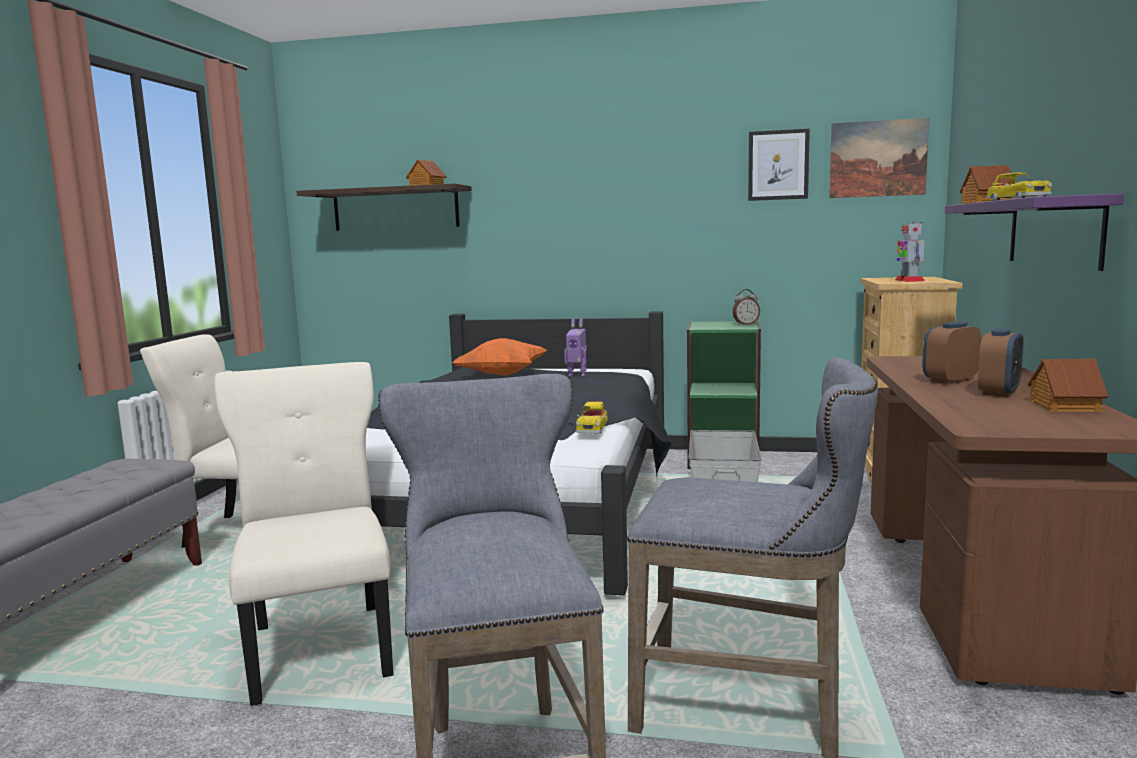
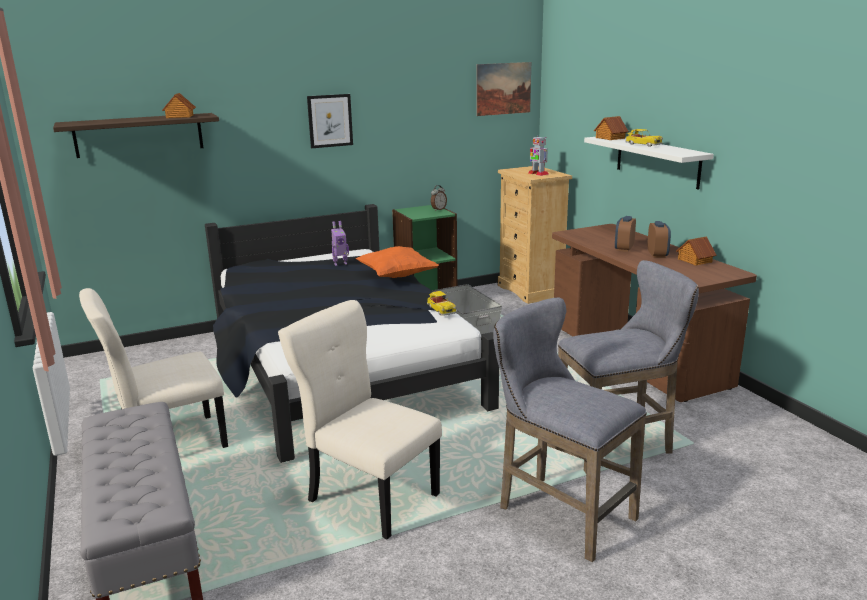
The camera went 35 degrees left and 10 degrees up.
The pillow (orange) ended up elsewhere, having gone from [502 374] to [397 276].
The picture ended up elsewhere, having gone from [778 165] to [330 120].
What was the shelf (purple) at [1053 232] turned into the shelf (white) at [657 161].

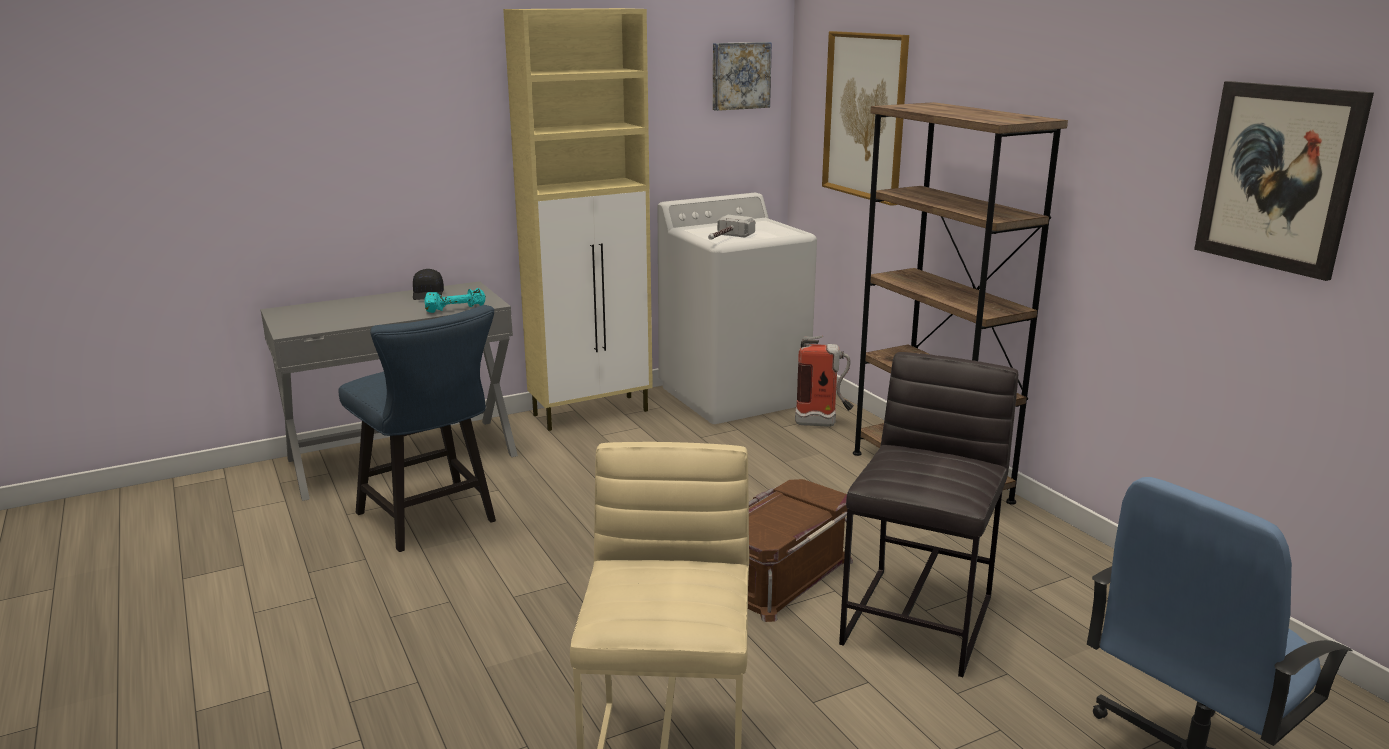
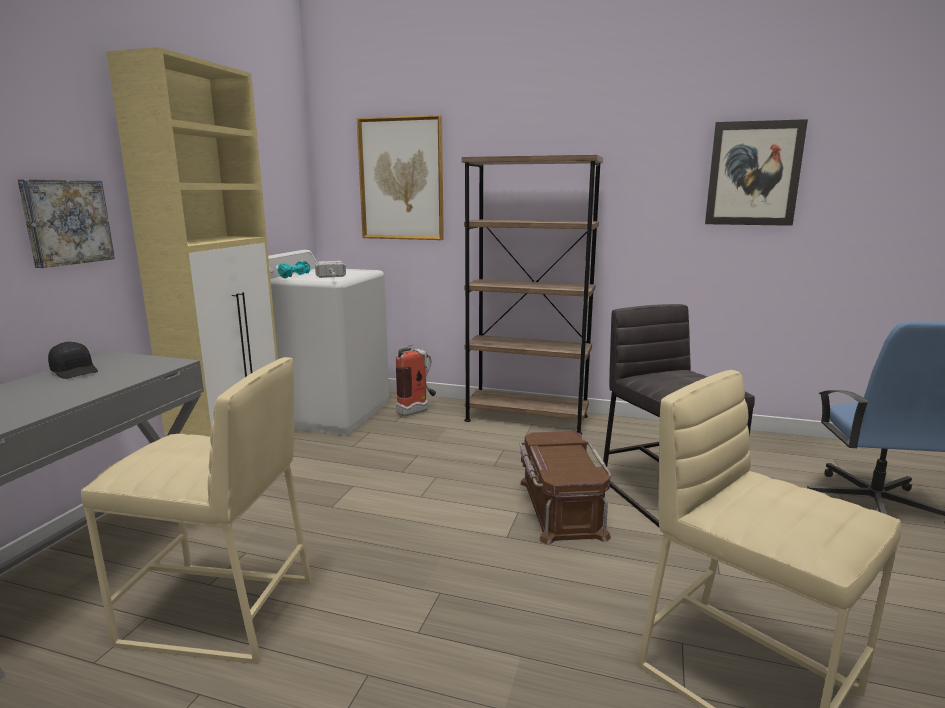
The camera went 45 degrees left and 5 degrees down.
The dumbbell (turquoise) ended up elsewhere, having gone from [455 309] to [294 276].
The picture ended up elsewhere, having gone from [740 75] to [66 222].
Where the chair (blue) stood at [432 520], the stool (beige) came to stand at [219 612].

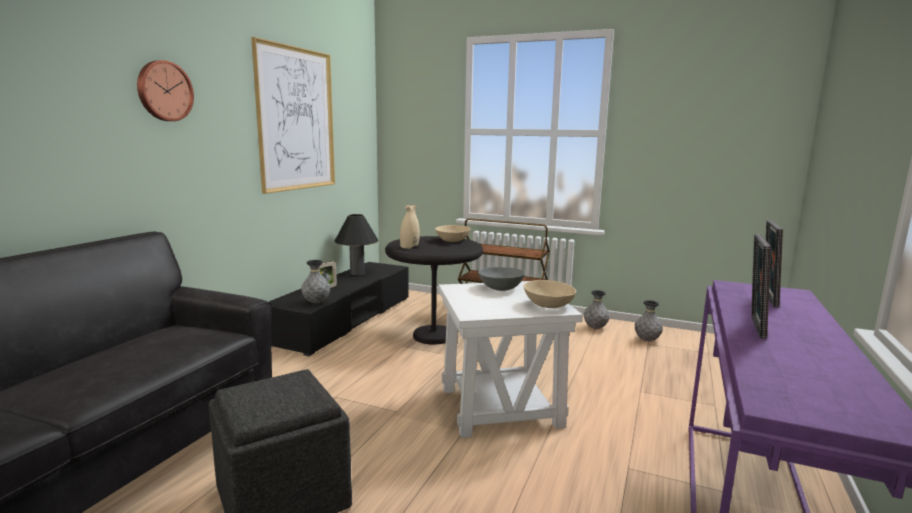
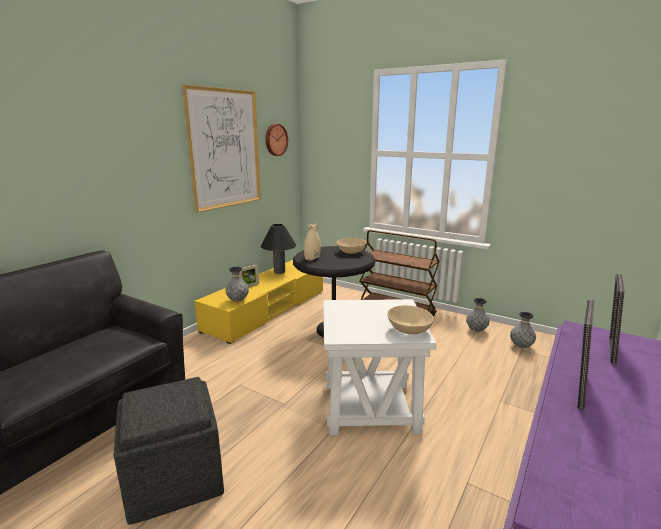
The camera went 10 degrees right and 5 degrees up.
The second view lost the bowl (grey) at [501 288].
The wall clock ended up elsewhere, having gone from [164 91] to [275 140].
What was the tv stand (black) at [345 320] turned into the tv stand (yellow) at [267 310].

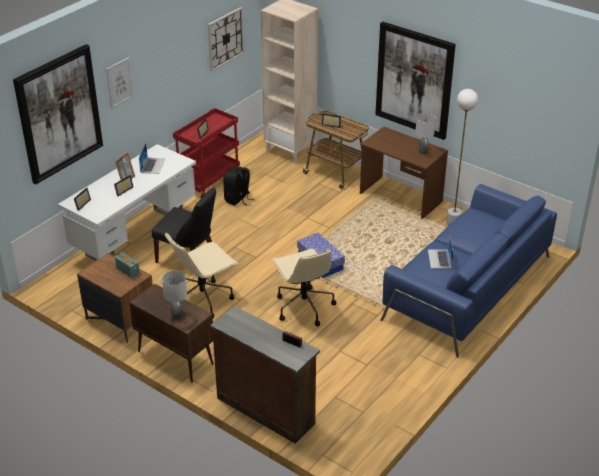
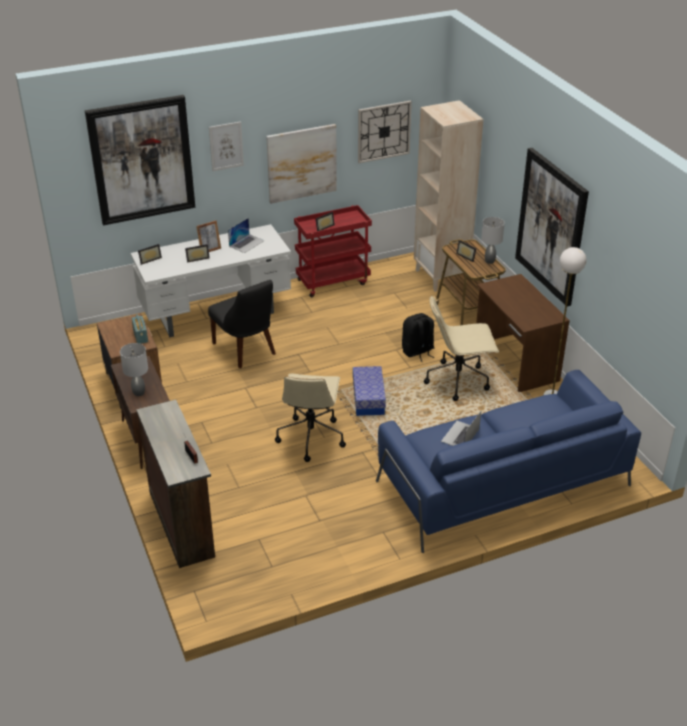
The camera went 30 degrees right and 0 degrees up.
The second view gained the picture at [301 163].
The office chair (beige) ended up elsewhere, having gone from [203 299] to [458 380].
The backpack (black) ended up elsewhere, having gone from [237 199] to [418 352].
The table lamp (grey) ended up elsewhere, having gone from [422 152] to [489 261].

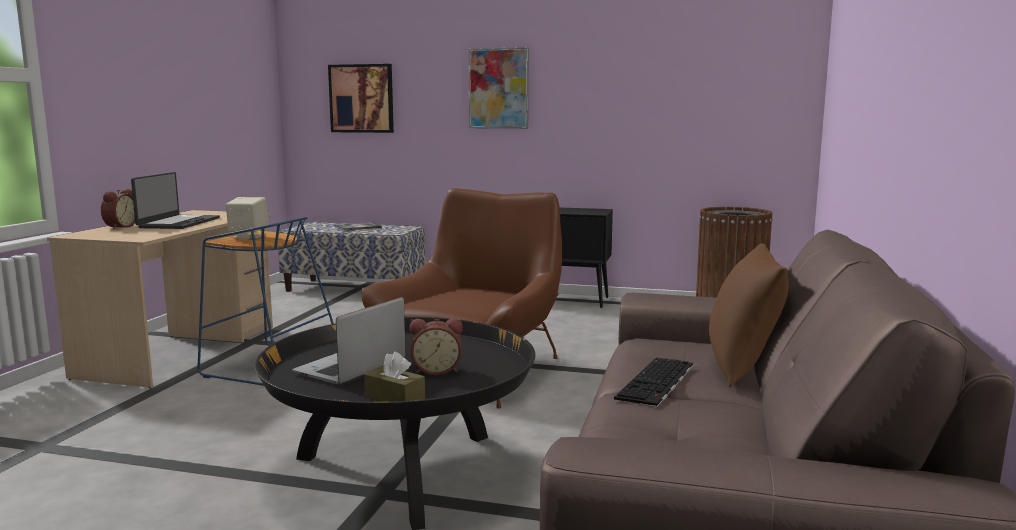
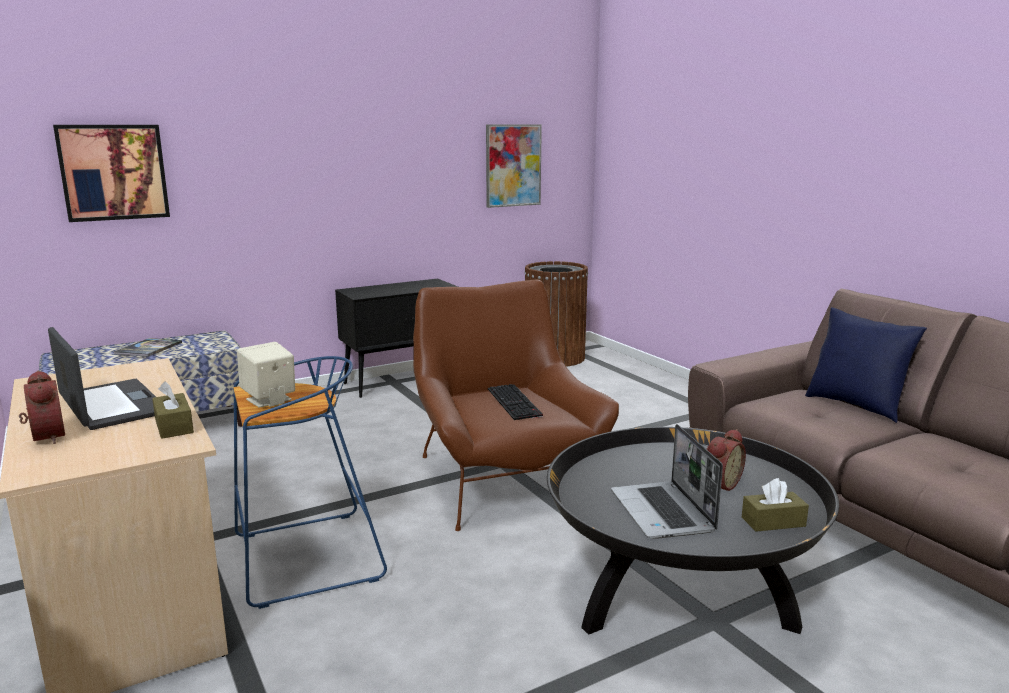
The camera went 45 degrees left and 5 degrees up.
The second view gained the tissue box (brown) at [174 426].
The picture ended up elsewhere, having gone from [498 88] to [513 165].
The keyboard ended up elsewhere, having gone from [657 382] to [515 402].
What was the pillow (brown) at [742 368] turned into the pillow (blue) at [856 406].

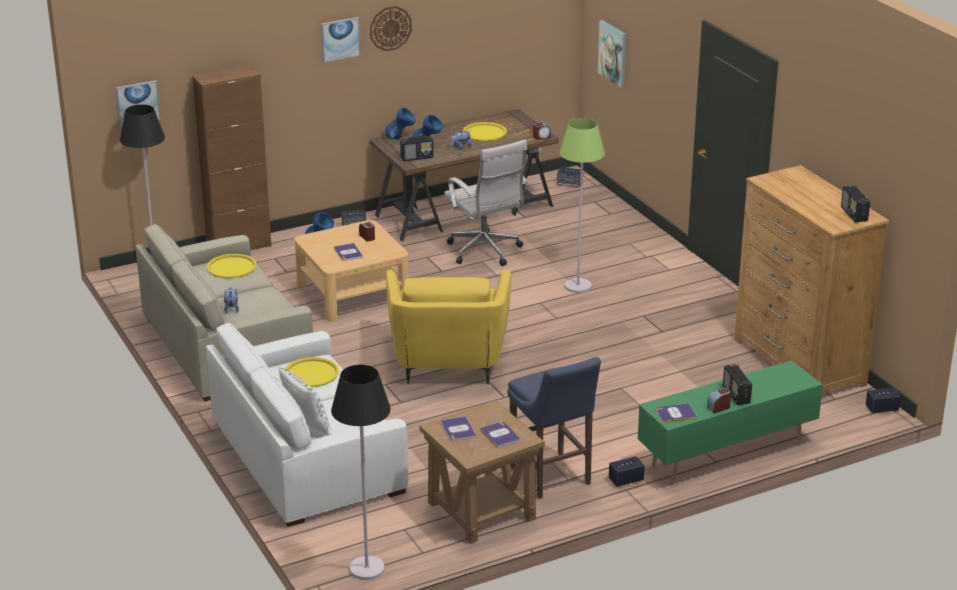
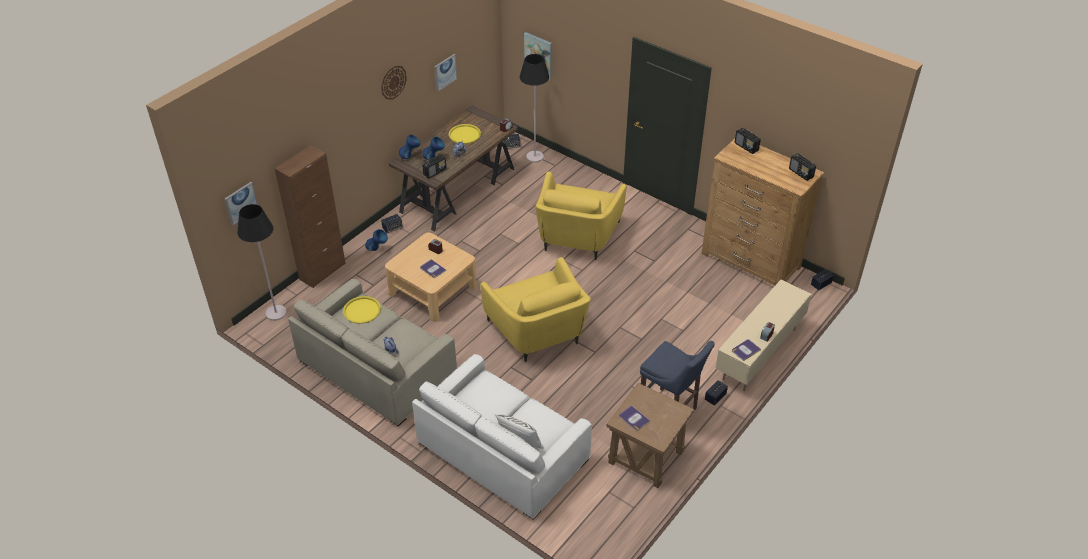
The camera went 25 degrees left and 15 degrees up.
The second view lost the tray (yellow) at [311 373].
The second view lost the office chair (white) at [485 252].
The second view lost the book at [500 435].
The picture ended up elsewhere, having gone from [340 39] to [445 72].
The floor lamp (black) ended up elsewhere, having gone from [367 569] to [535 157].
The radio ended up elsewhere, having gone from [736 395] to [746 147].
Where the floor lamp (green) stood at [577 286], the armchair (yellow) came to stand at [576 237].
What was the tv stand (green) at [726 454] turned into the tv stand (beige) at [758 354].

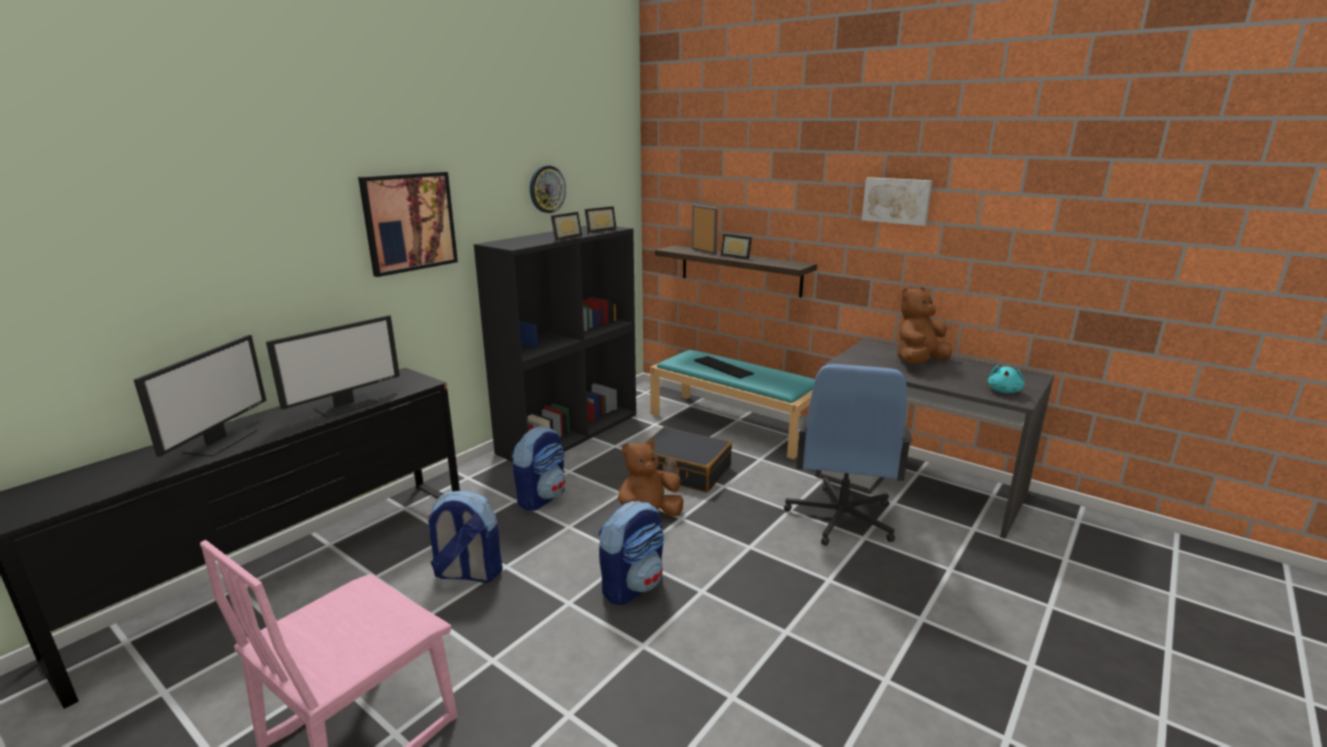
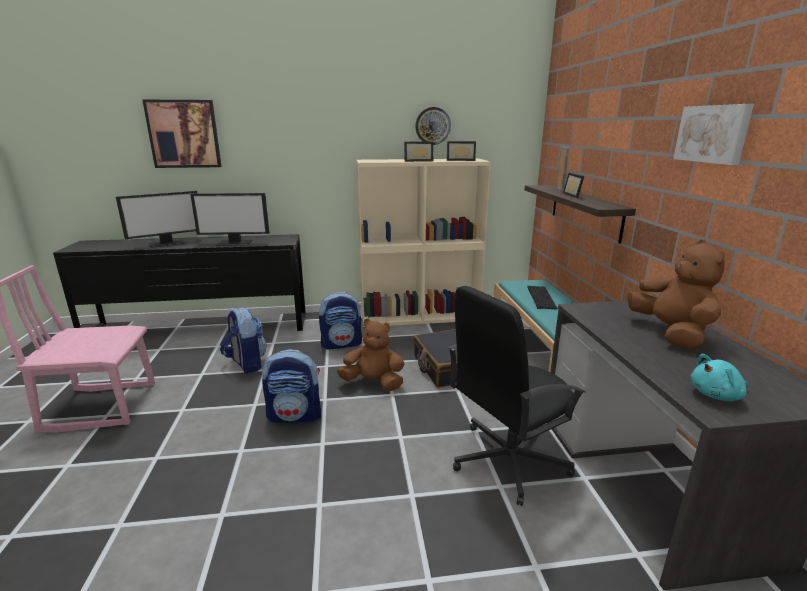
The camera went 45 degrees right and 0 degrees up.
The picture ended up elsewhere, having gone from [409 222] to [184 134].
What was the bookcase (black) at [569 432] turned into the bookcase (beige) at [420 315].
What was the office chair (blue) at [840 518] turned into the office chair (black) at [507 460].
The plush toy (brown) at [919 362] ended up facing another way, 75 degrees clockwise from before.

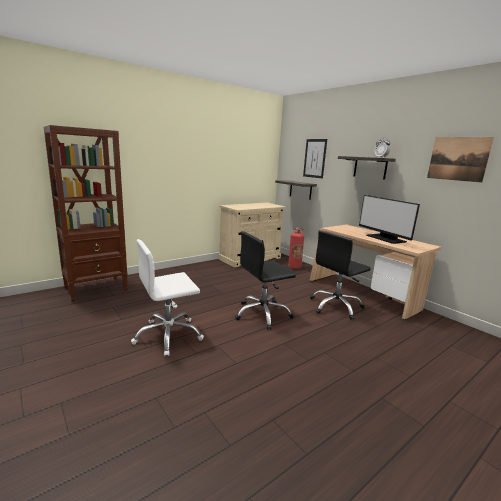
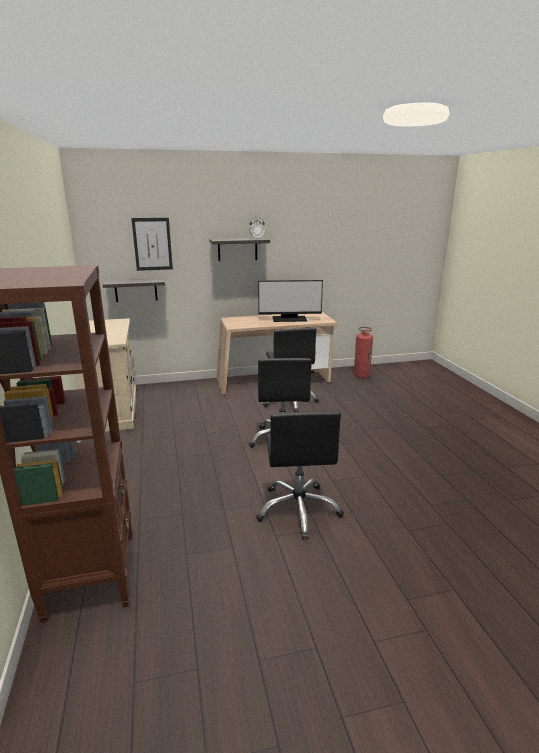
The camera went 65 degrees left and 5 degrees up.
The second view lost the picture at [458 159].
The fire extinguisher ended up elsewhere, having gone from [294 267] to [361 376].
What was the office chair (white) at [168 336] turned into the office chair (black) at [298 510].

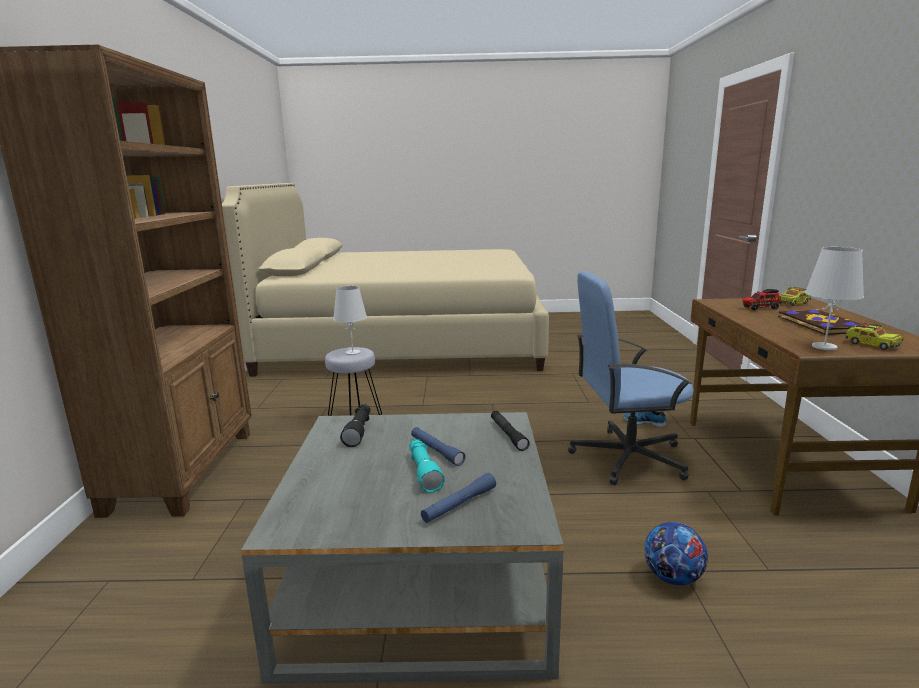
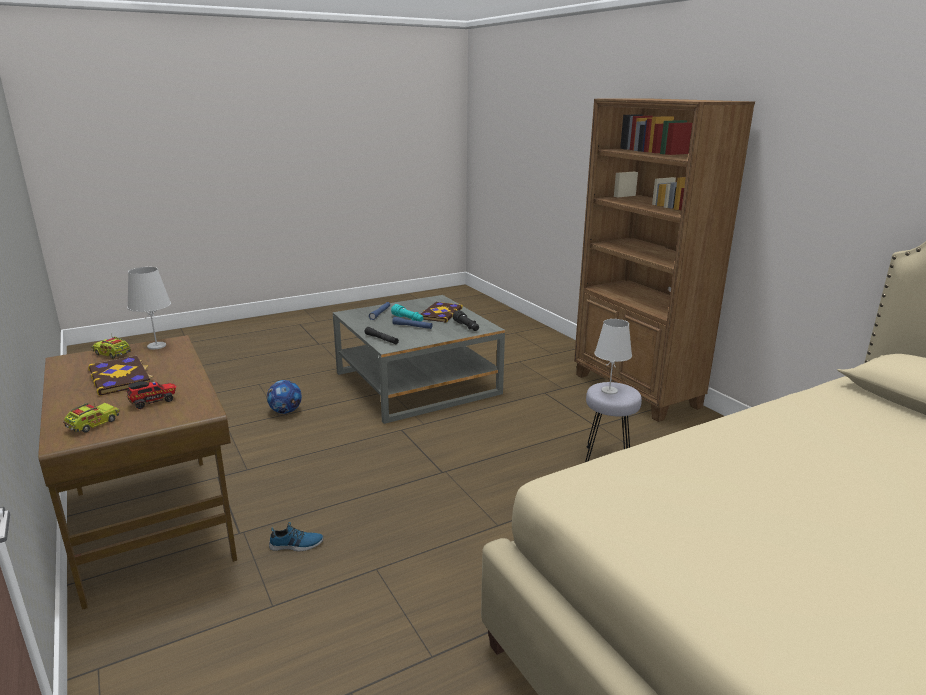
The camera went 150 degrees right and 5 degrees up.
The second view lost the office chair (blue) at [626 457].
The second view gained the book at [440 313].

